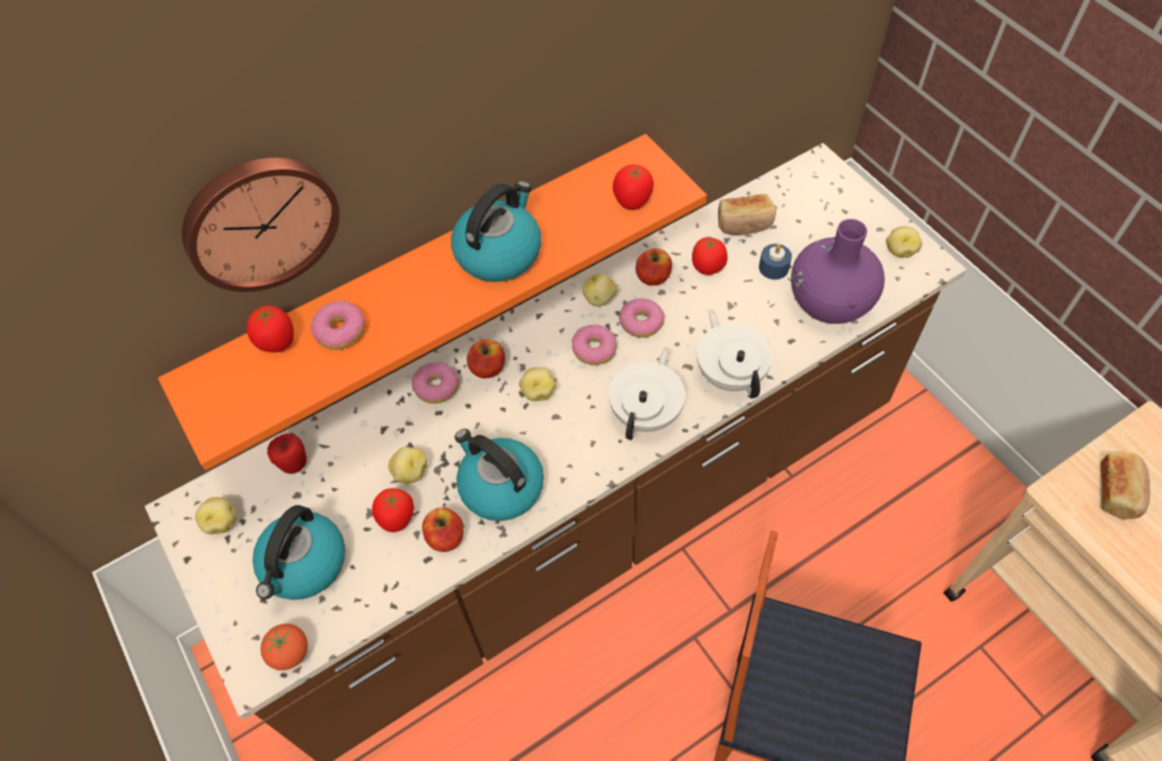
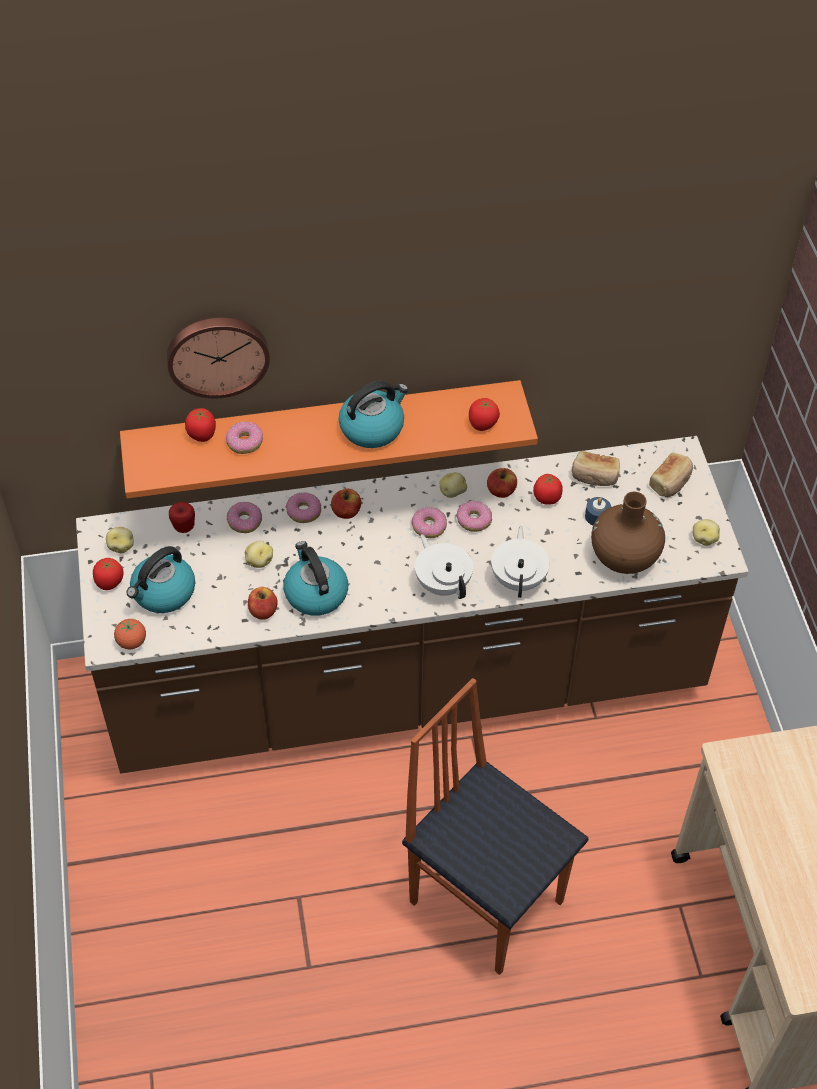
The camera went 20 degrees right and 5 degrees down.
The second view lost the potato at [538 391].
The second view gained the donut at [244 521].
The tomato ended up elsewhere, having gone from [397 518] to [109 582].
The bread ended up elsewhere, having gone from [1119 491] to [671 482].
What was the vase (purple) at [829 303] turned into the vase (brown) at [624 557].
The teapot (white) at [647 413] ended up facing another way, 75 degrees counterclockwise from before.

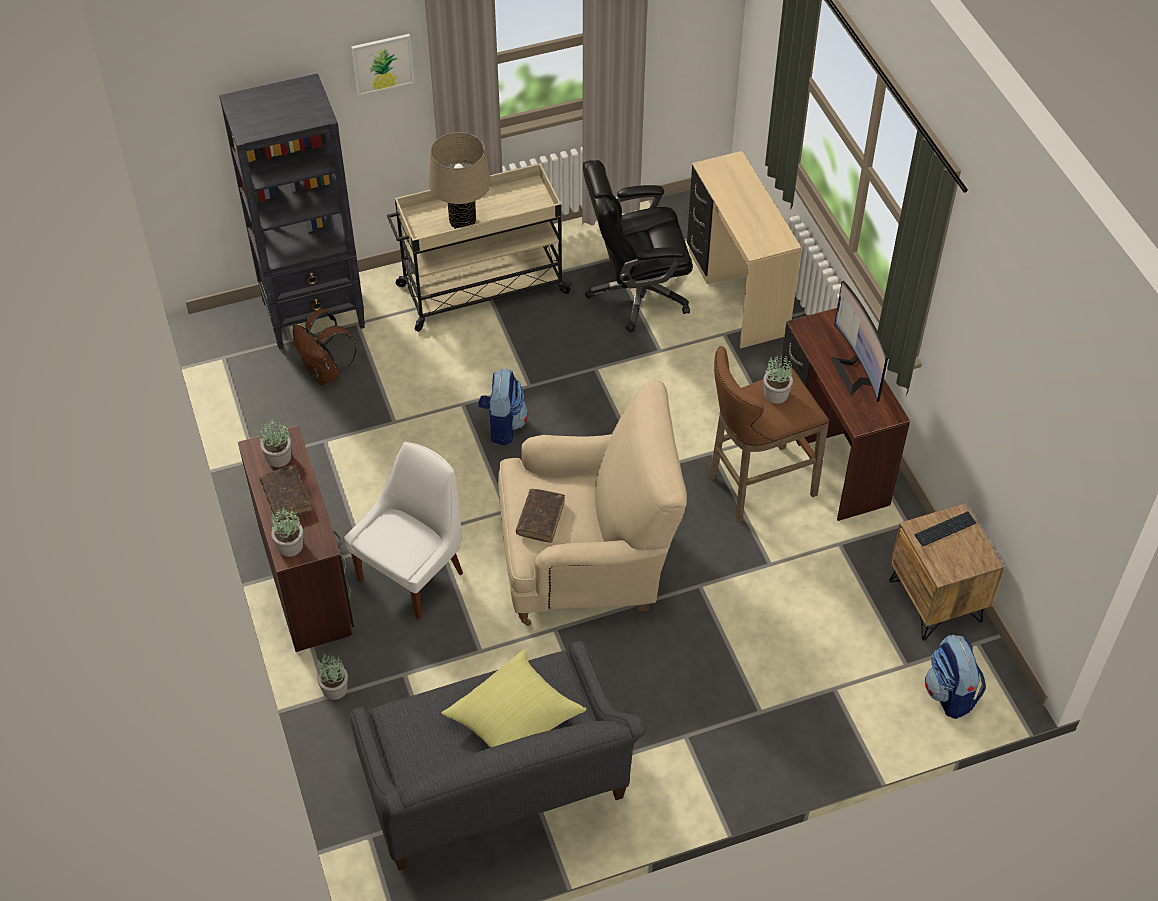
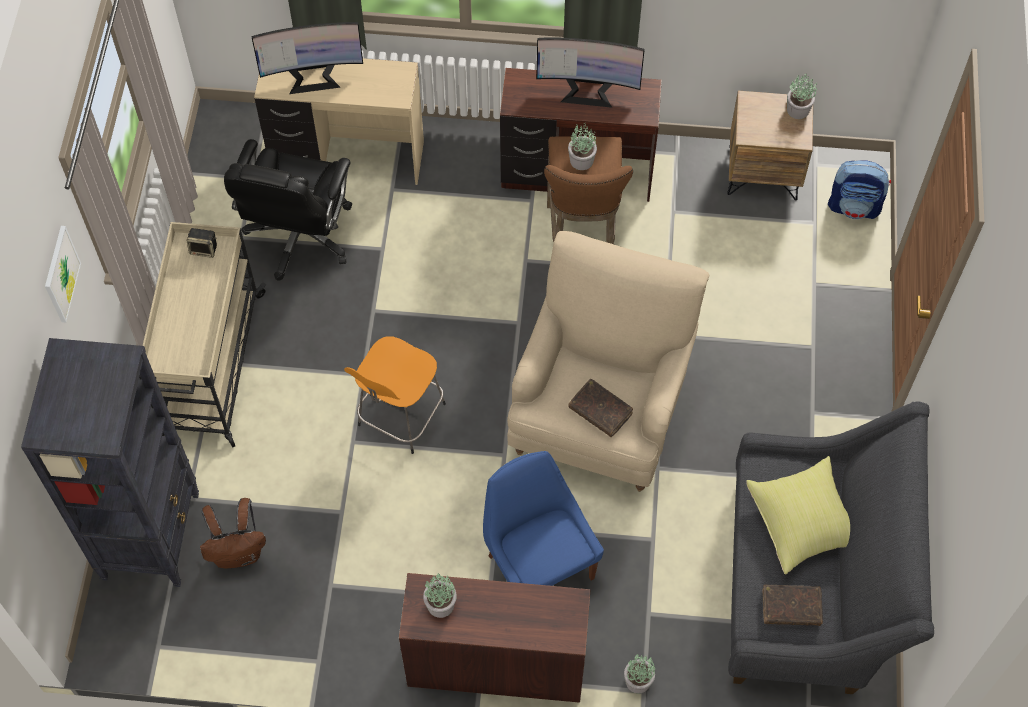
The camera went 65 degrees left and 10 degrees up.
The second view lost the table lamp (beige) at [462 222].
The second view lost the keyboard at [945 529].
The second view gained the speaker at [204 249].
The second view gained the monitor at [313 77].
The book (brown) ended up elsewhere, having gone from [286 497] to [791 608].
The potted plant ended up elsewhere, having gone from [290 546] to [798 110].
Where the backpack stood at [503 425], the stool (orange) came to stand at [400 417].
What was the chair (white) at [413 574] turned into the chair (blue) at [538 563].

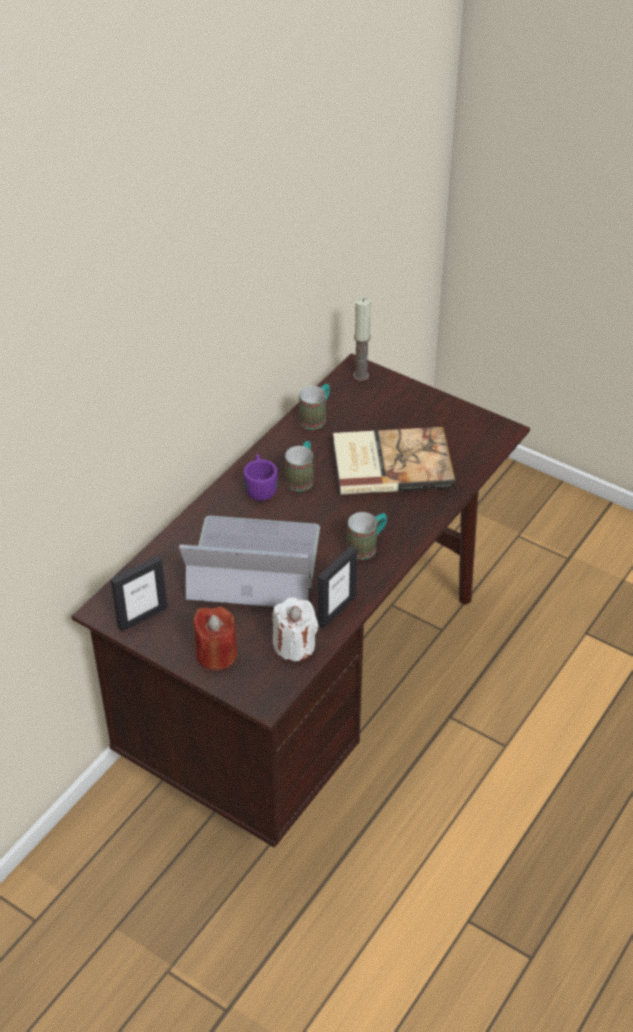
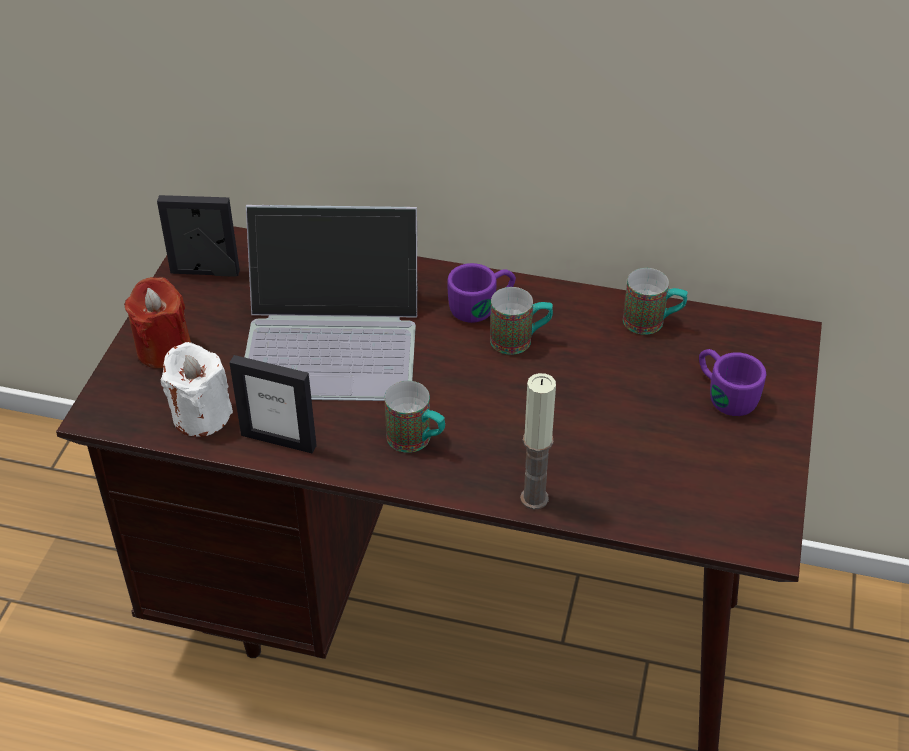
The camera went 70 degrees right and 0 degrees up.
The second view lost the book at [390 463].
The second view gained the mug (purple) at [723 394].
The candle ended up elsewhere, having gone from [361 375] to [534 498].
The picture frame at [142 617] ended up facing another way, 150 degrees clockwise from before.
The laptop at [253 564] ended up facing another way, 105 degrees clockwise from before.

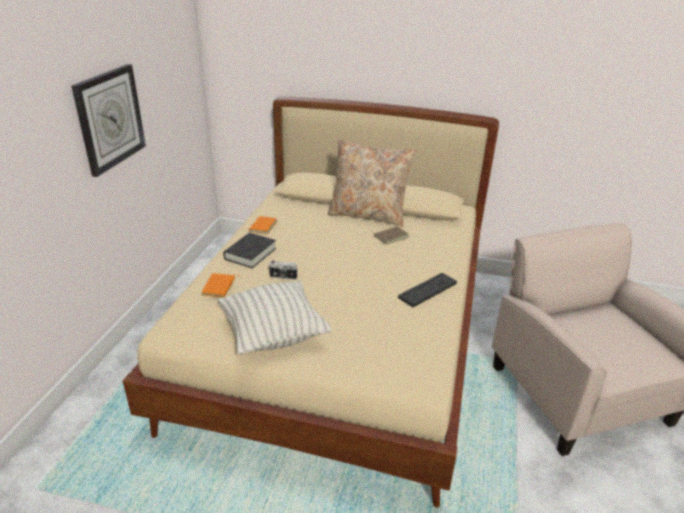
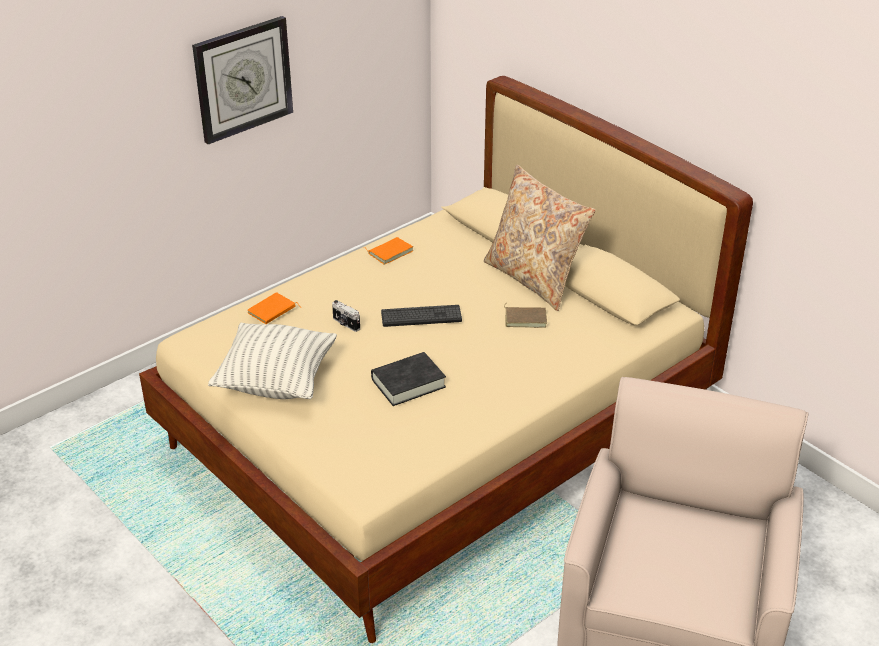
The camera went 35 degrees right and 5 degrees up.
The book (black) ended up elsewhere, having gone from [250 254] to [408 383].
The keyboard ended up elsewhere, having gone from [427 290] to [421 316].

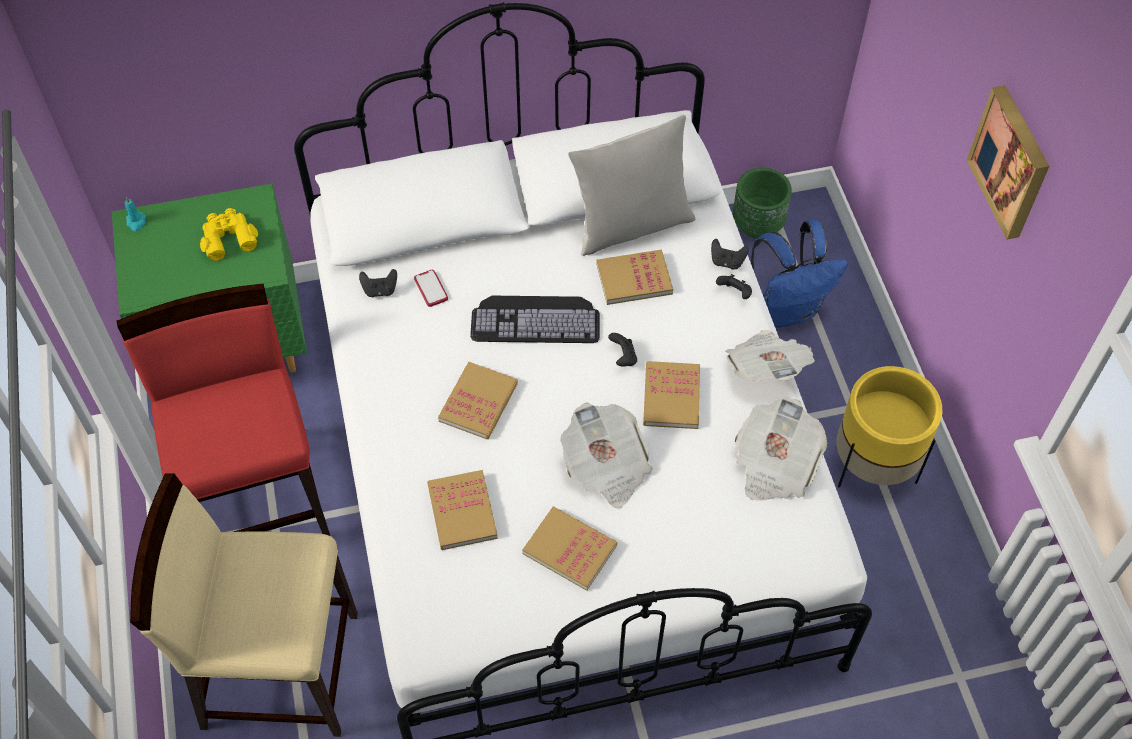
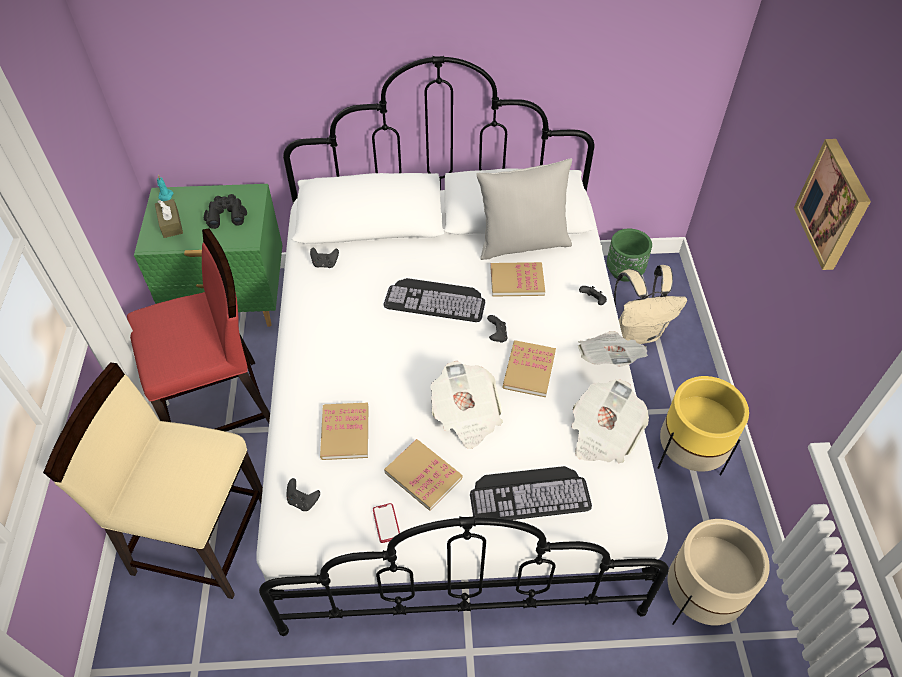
The camera went 10 degrees right and 5 degrees down.
The second view lost the book at [478 402].
The second view gained the tissue box (brown) at [171 224].
The second view gained the keyboard at [530 493].
The second view gained the planter (beige) at [698 598].
The phone ended up elsewhere, having gone from [431 289] to [386 523].
The game controller (black) ended up elsewhere, having gone from [727 262] to [303 501].
What was the binoculars (yellow) at [228 237] turned into the binoculars (black) at [226 214].
What was the backpack (blue) at [788 309] turned into the backpack (beige) at [638 332].
The chair (red) at [258 496] ended up facing another way, 75 degrees clockwise from before.

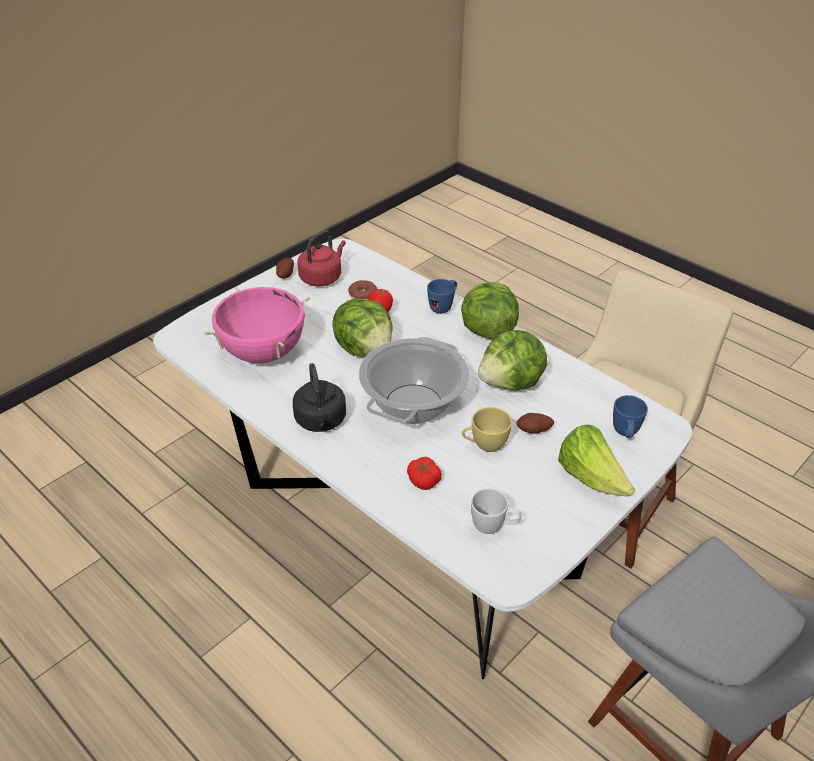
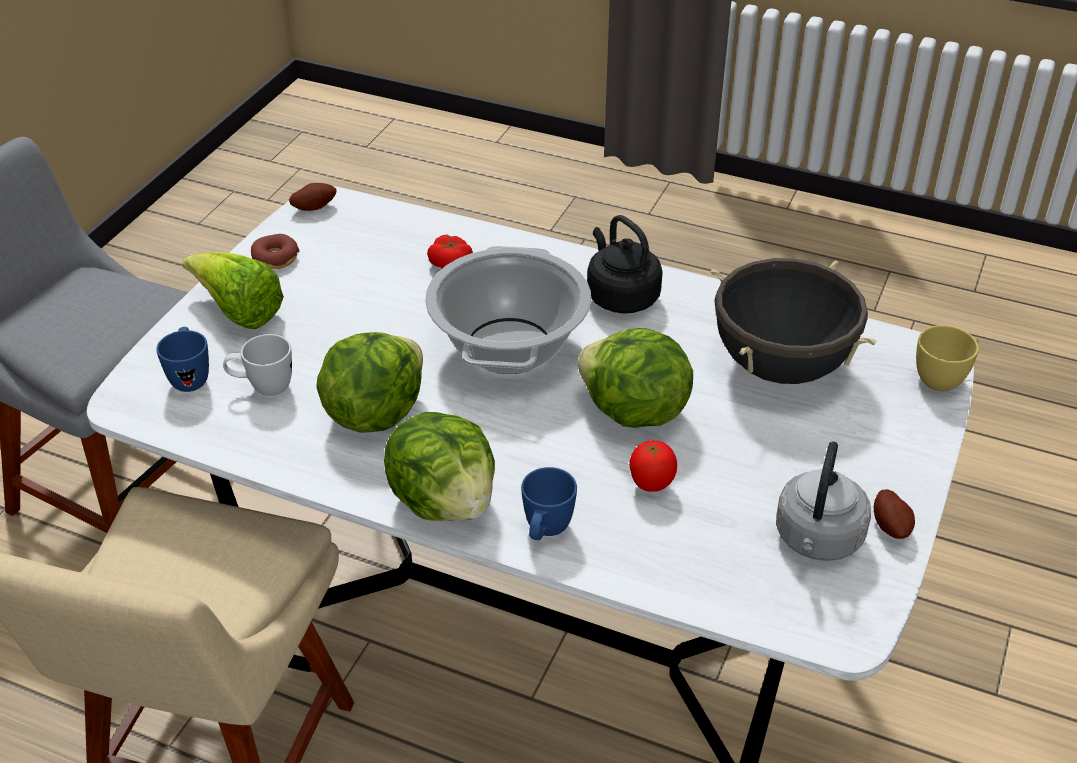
The camera went 160 degrees right and 0 degrees up.
The donut ended up elsewhere, having gone from [362 295] to [275 258].
The cup (yellow) ended up elsewhere, having gone from [484 445] to [944 378].
The mug (white) ended up elsewhere, having gone from [494 527] to [262 388].
The potato ended up elsewhere, having gone from [534 431] to [314 207].
What was the cooking pot (pink) at [263 353] turned into the cooking pot (black) at [781 366].
What was the kettle (red) at [322 277] turned into the kettle (grey) at [817 540].

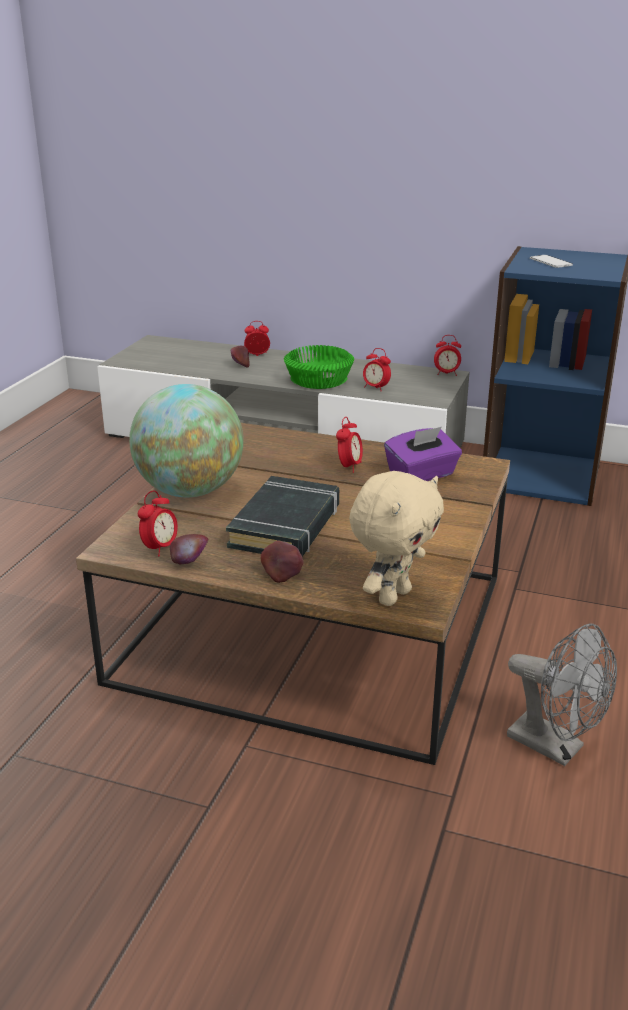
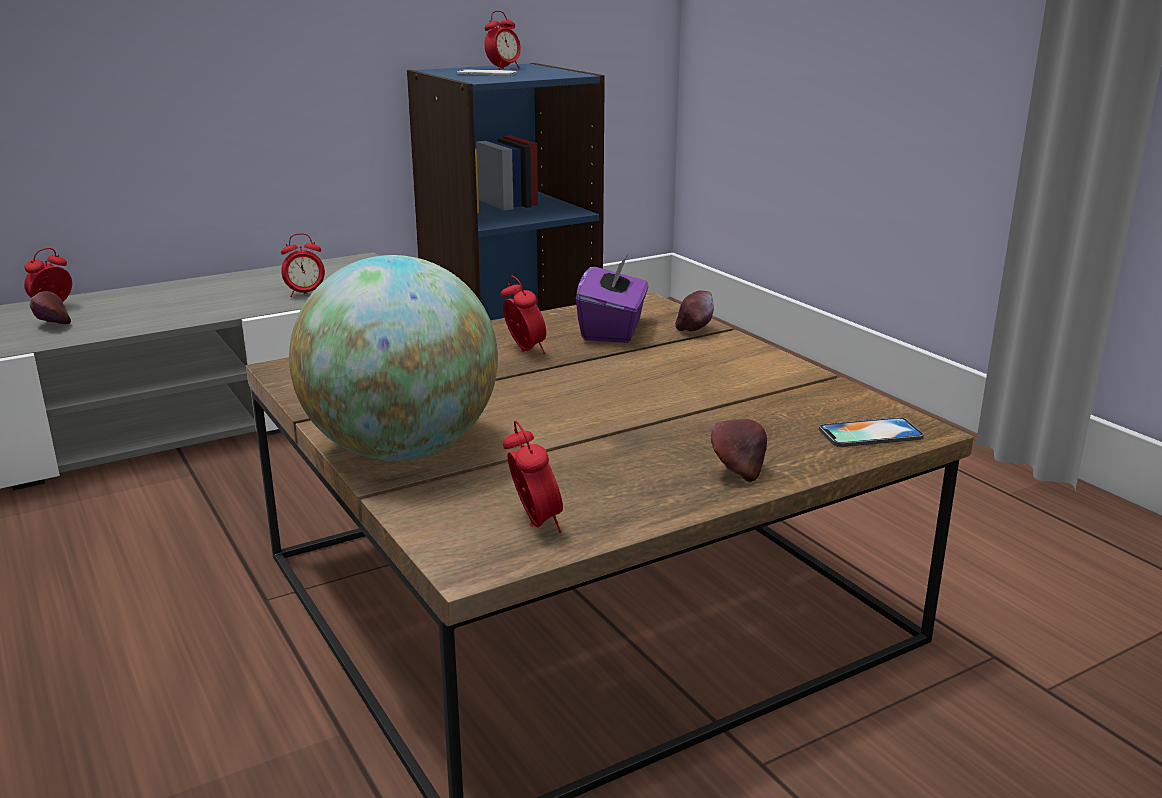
The camera went 50 degrees left and 5 degrees down.
The second view lost the book (black) at [286 526].
The second view lost the bowl (green) at [319 379].
The second view lost the fan (grey) at [555 747].
The apple ended up elsewhere, having gone from [190 563] to [694 330].
The alarm clock ended up elsewhere, having gone from [446 373] to [503 68].
Where the plush toy (beige) stood at [393 596], the phone came to stand at [870 433].

